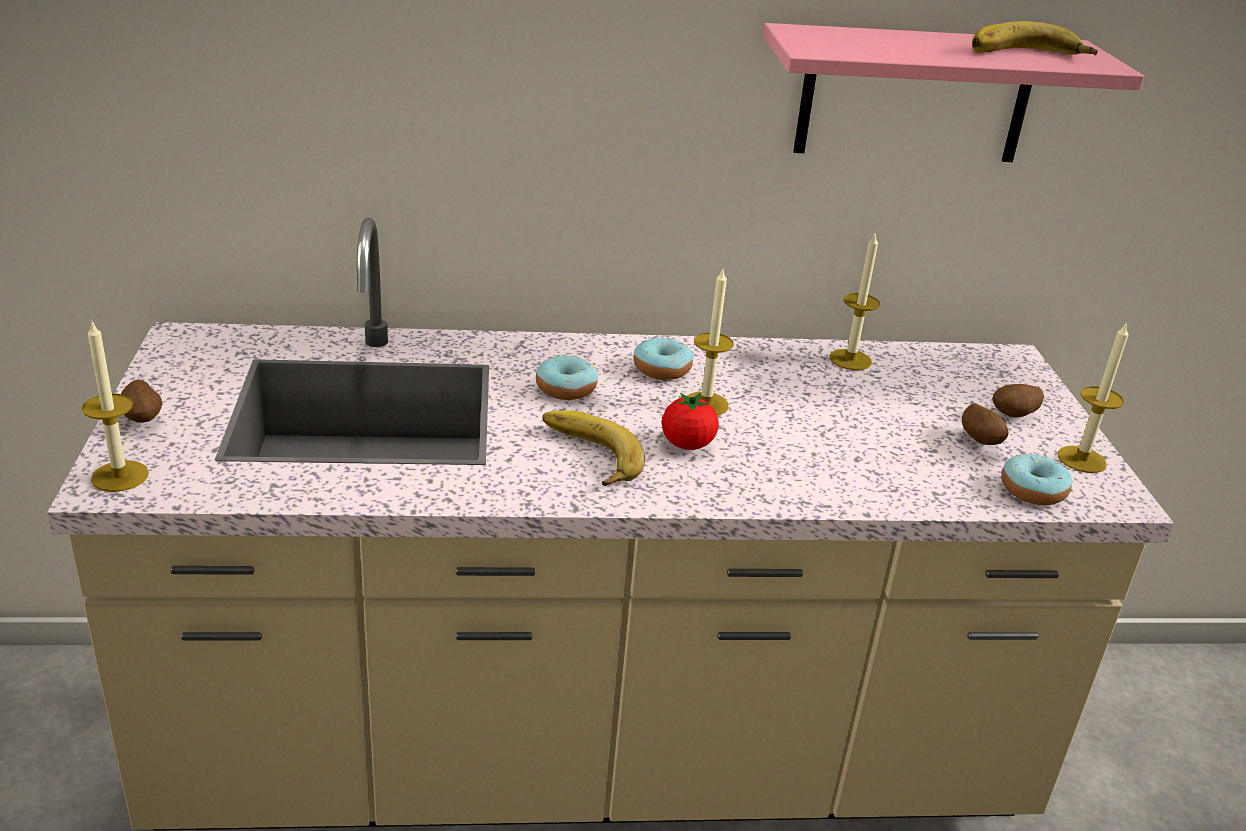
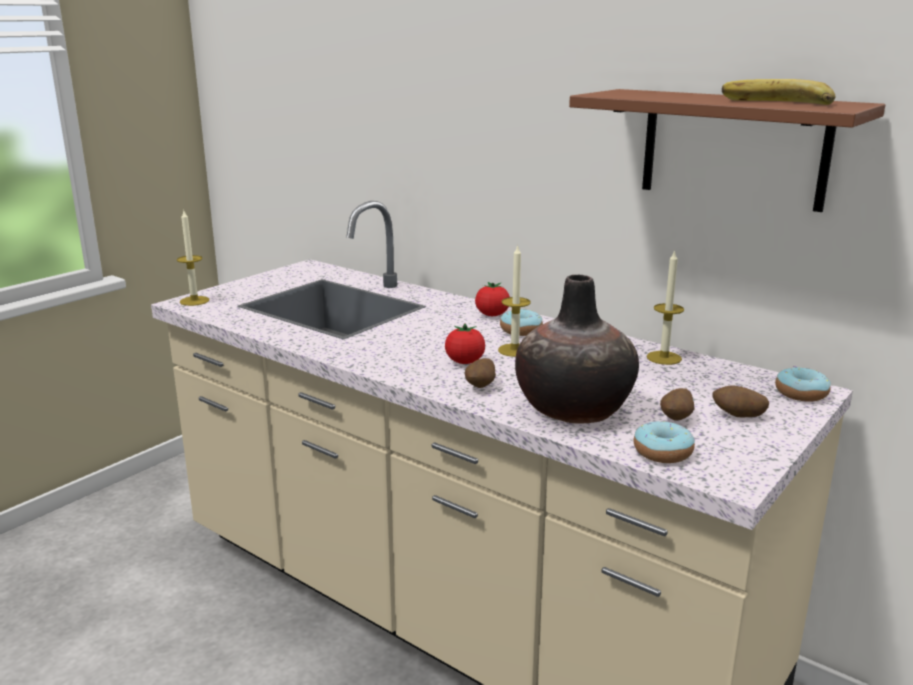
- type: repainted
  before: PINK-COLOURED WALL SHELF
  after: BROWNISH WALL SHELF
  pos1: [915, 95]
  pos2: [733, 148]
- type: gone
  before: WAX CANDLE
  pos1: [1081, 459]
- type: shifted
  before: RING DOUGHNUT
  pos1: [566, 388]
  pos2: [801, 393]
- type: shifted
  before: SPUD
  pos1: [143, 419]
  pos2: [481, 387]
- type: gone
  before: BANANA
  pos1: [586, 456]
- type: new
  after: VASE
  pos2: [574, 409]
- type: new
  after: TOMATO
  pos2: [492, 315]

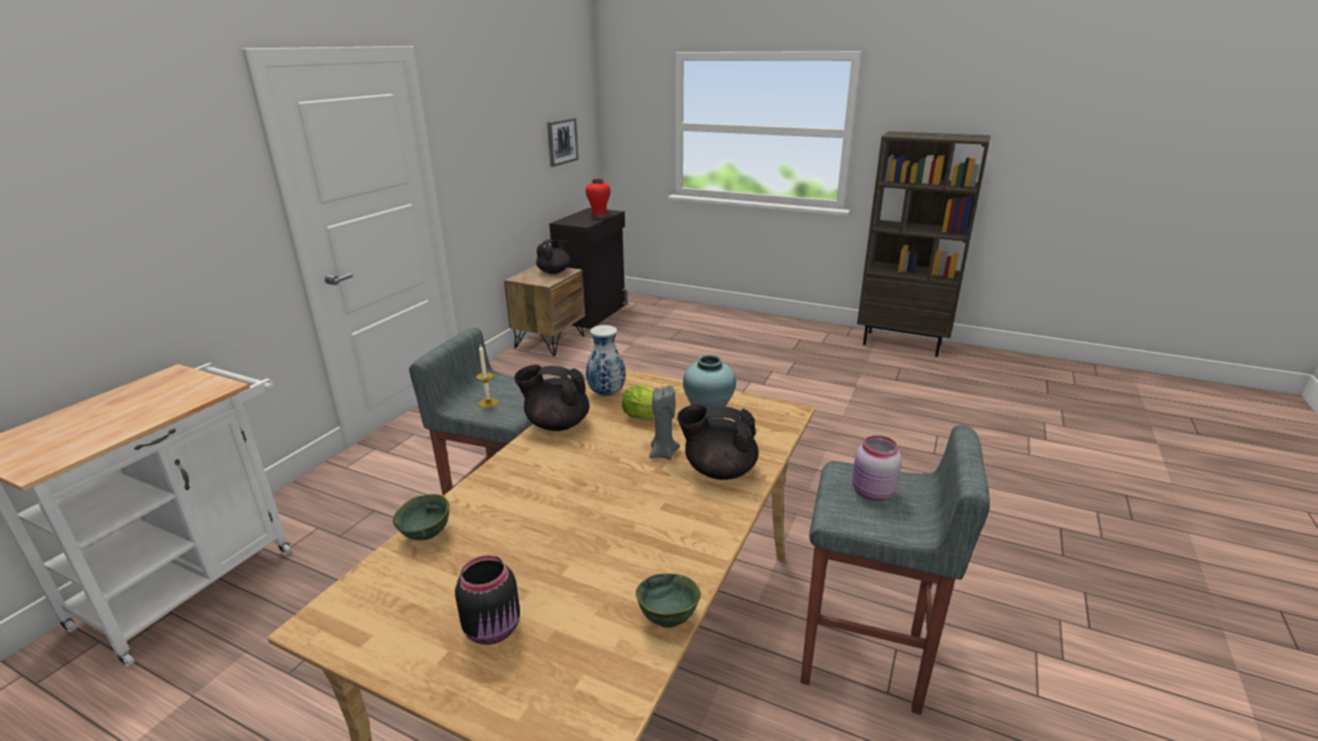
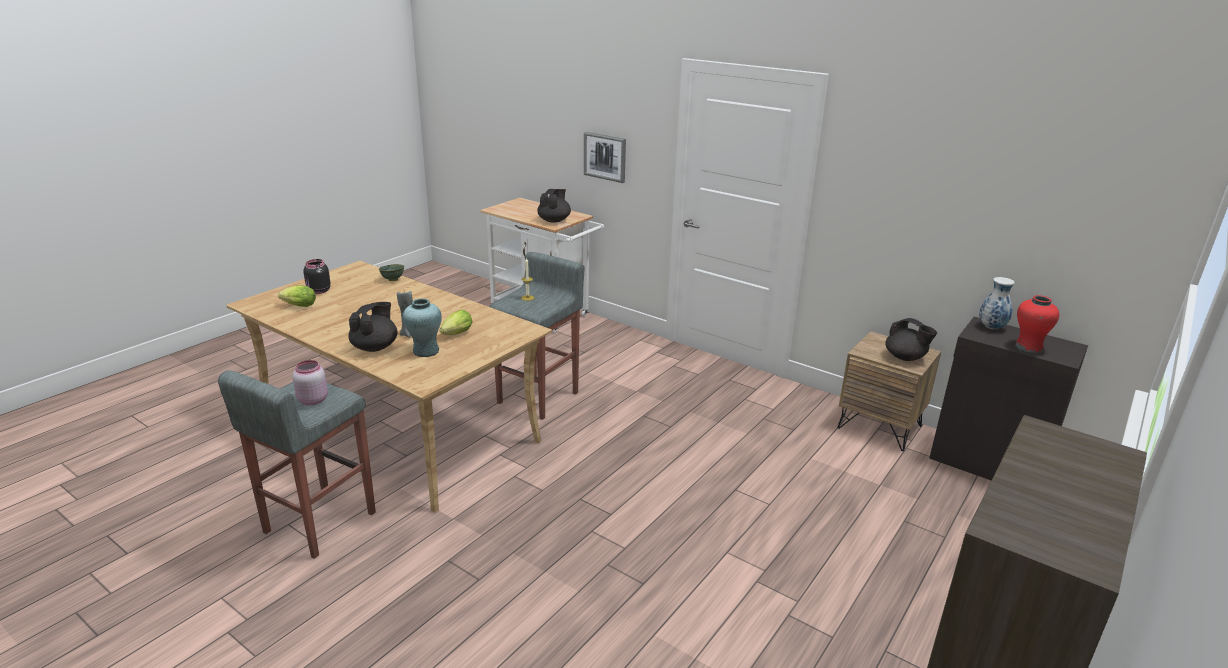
- type: shifted
  before: WALL PICTURE
  pos1: [562, 141]
  pos2: [605, 157]
- type: shifted
  before: VASE
  pos1: [606, 394]
  pos2: [991, 327]
- type: shifted
  before: BLACK-COLOURED POT FOR TEA
  pos1: [556, 424]
  pos2: [554, 220]
- type: gone
  before: GREENISH DEEP DISH
  pos1: [667, 619]
- type: new
  after: HEAD OF LETTUCE
  pos2: [298, 306]

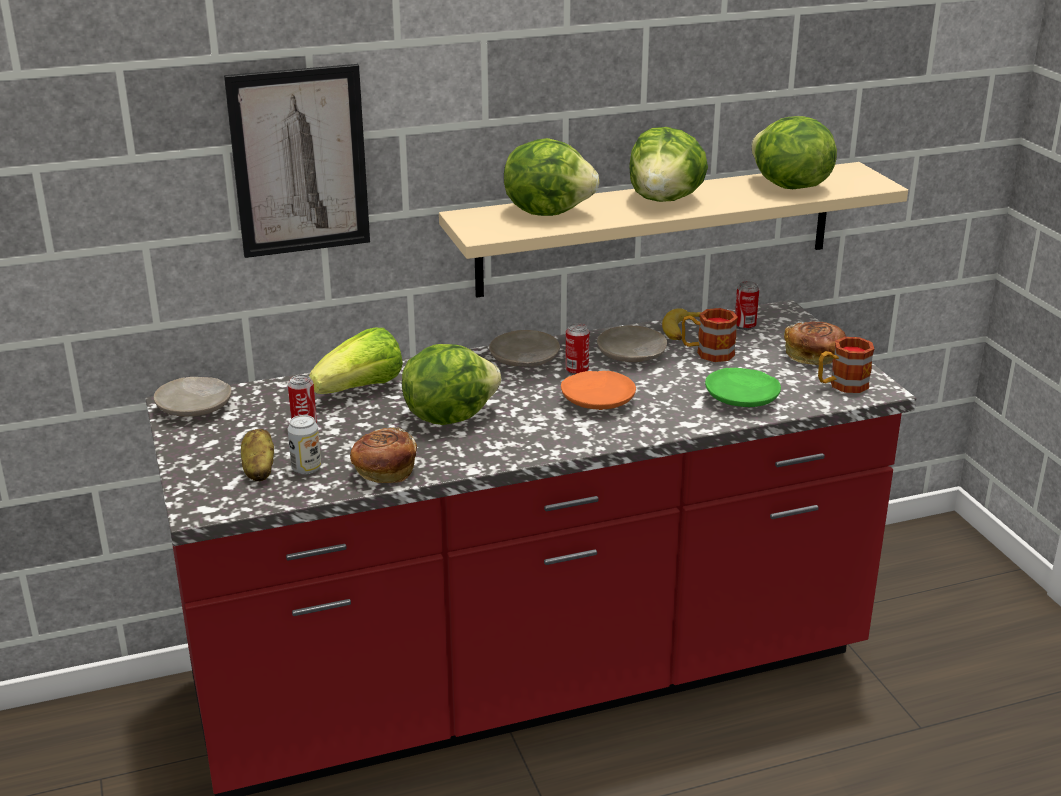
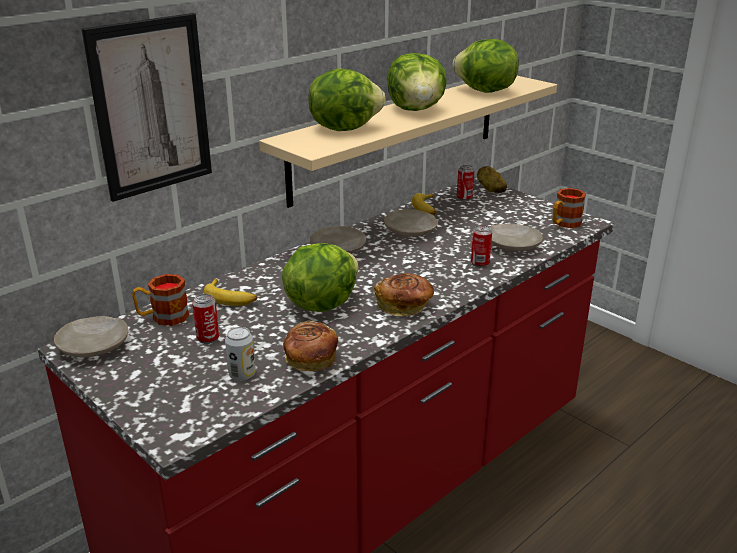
- type: shifted
  before: COFFEE MUG
  pos1: [707, 353]
  pos2: [163, 317]
- type: shifted
  before: BAKED BREAD
  pos1: [814, 357]
  pos2: [404, 306]
- type: shifted
  before: METAL CAN
  pos1: [576, 370]
  pos2: [480, 263]
- type: swapped
  before: HEAD OF LETTUCE
  after: BANANA
  pos1: [361, 389]
  pos2: [231, 298]
- type: repainted
  before: GREENISH DINNER PLATE
  after: BEIGE DINNER PLATE
  pos1: [742, 398]
  pos2: [513, 245]
- type: gone
  before: ORANGE-COLOURED DINNER PLATE
  pos1: [598, 401]
- type: shifted
  before: SPUD
  pos1: [258, 470]
  pos2: [490, 189]

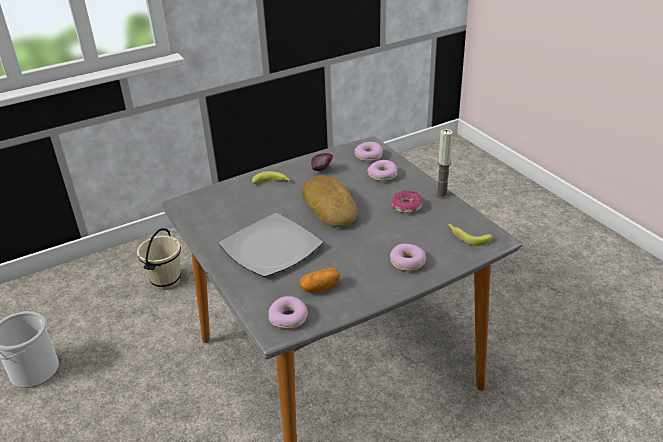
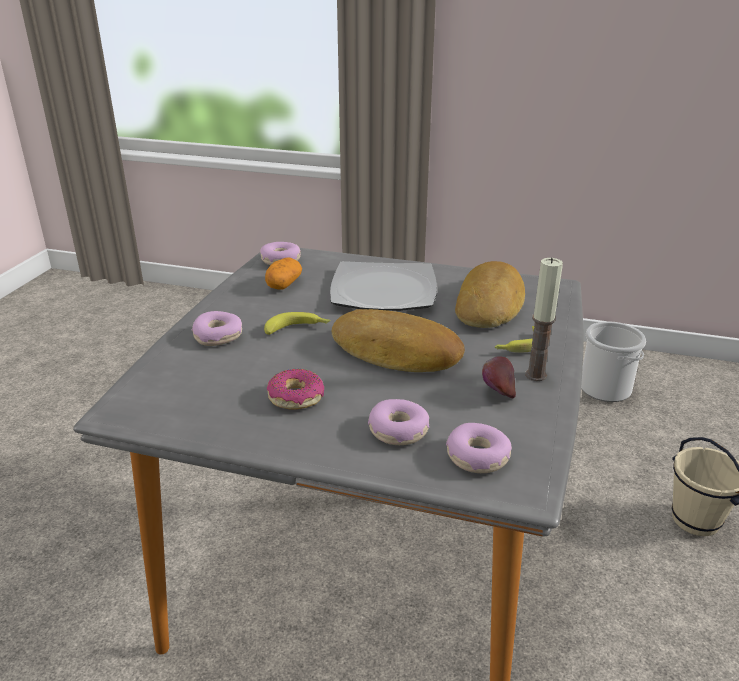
- type: shifted
  before: WAX CANDLE
  pos1: [442, 195]
  pos2: [535, 375]
- type: shifted
  before: BANANA
  pos1: [467, 236]
  pos2: [298, 329]
- type: new
  after: BAKED BREAD
  pos2: [491, 304]

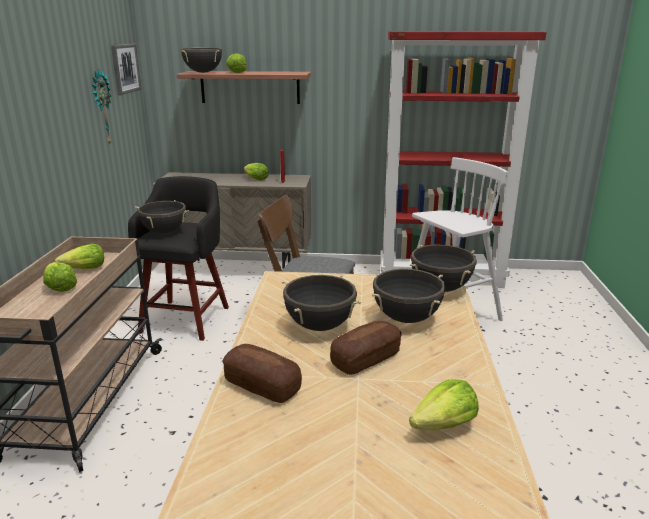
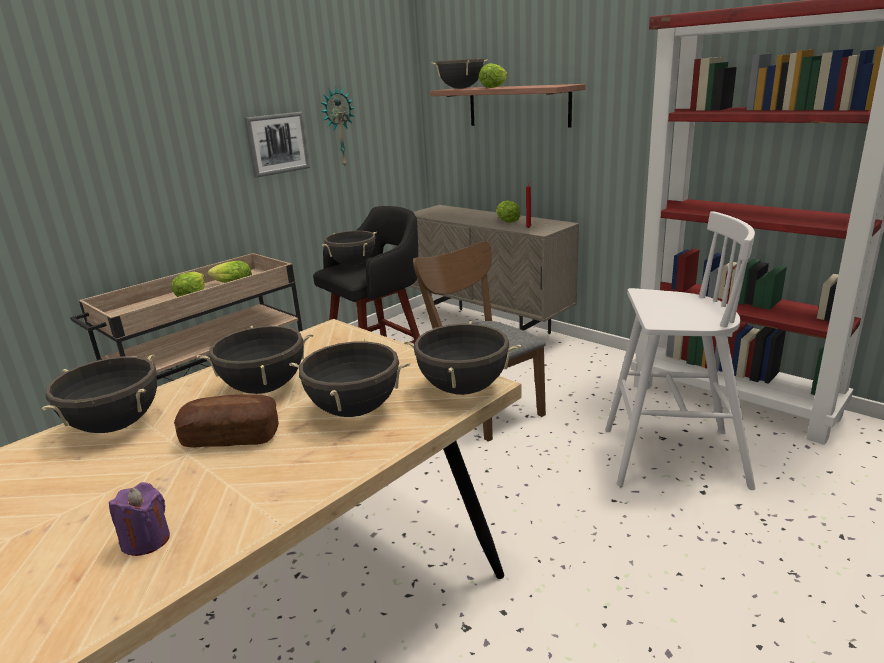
- type: shifted
  before: WALL PICTURE
  pos1: [125, 68]
  pos2: [277, 143]
- type: swapped
  before: BAKED BREAD
  after: BLACK-COLOURED COOKING POT
  pos1: [262, 385]
  pos2: [116, 426]
- type: swapped
  before: HEAD OF LETTUCE
  after: PURPLISH WAX CANDLE
  pos1: [444, 425]
  pos2: [146, 540]

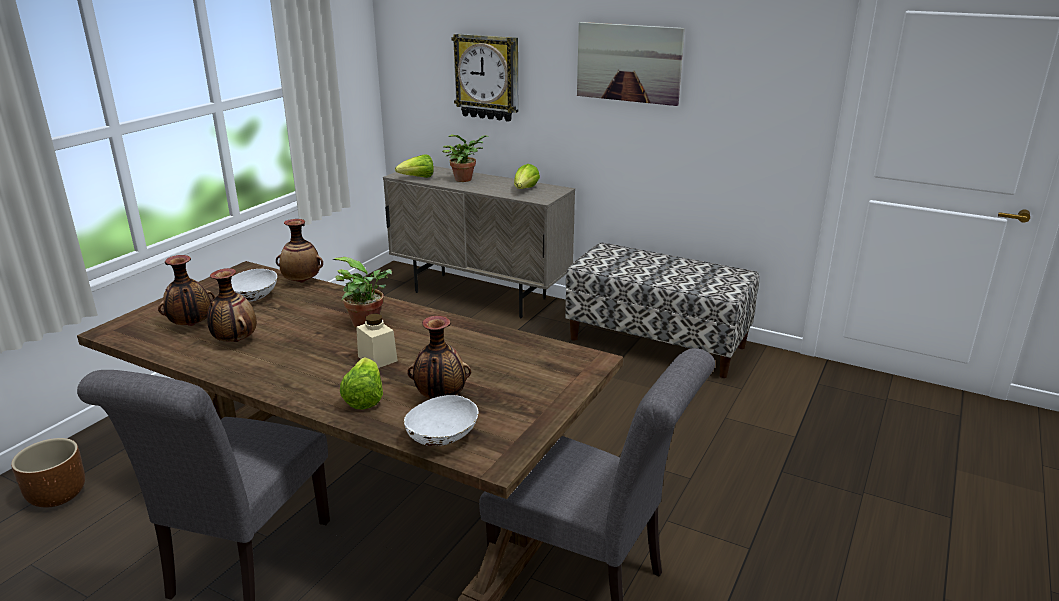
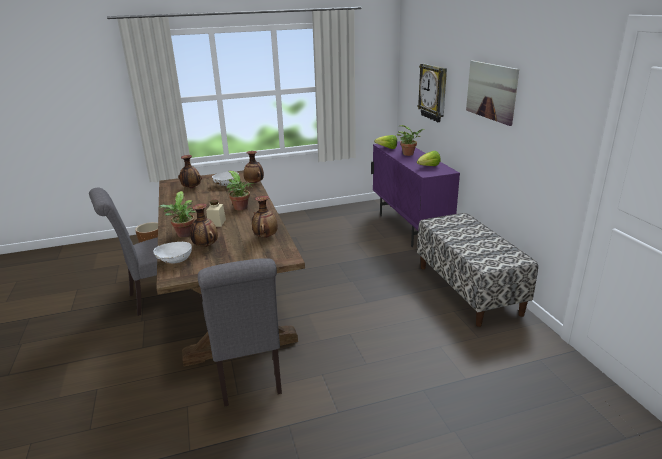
- type: repainted
  before: BEIGE STORAGE CABINET
  after: PURPLISH STORAGE CABINET
  pos1: [480, 295]
  pos2: [409, 228]
- type: shifted
  before: VASE
  pos1: [235, 341]
  pos2: [265, 237]
- type: swapped
  before: HEAD OF LETTUCE
  after: POTTED PLANT
  pos1: [364, 398]
  pos2: [184, 235]

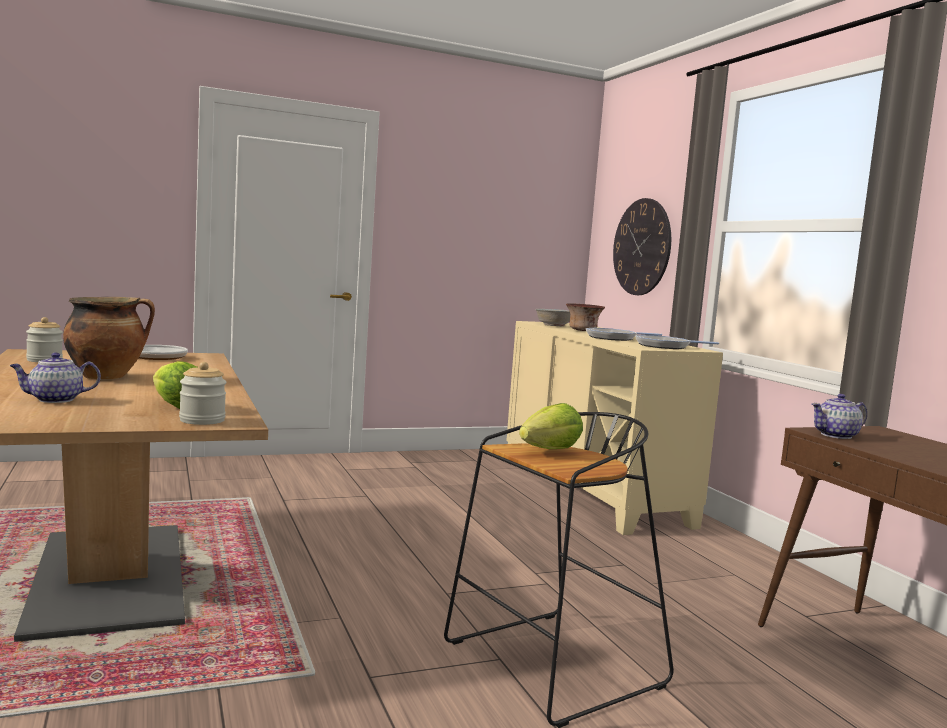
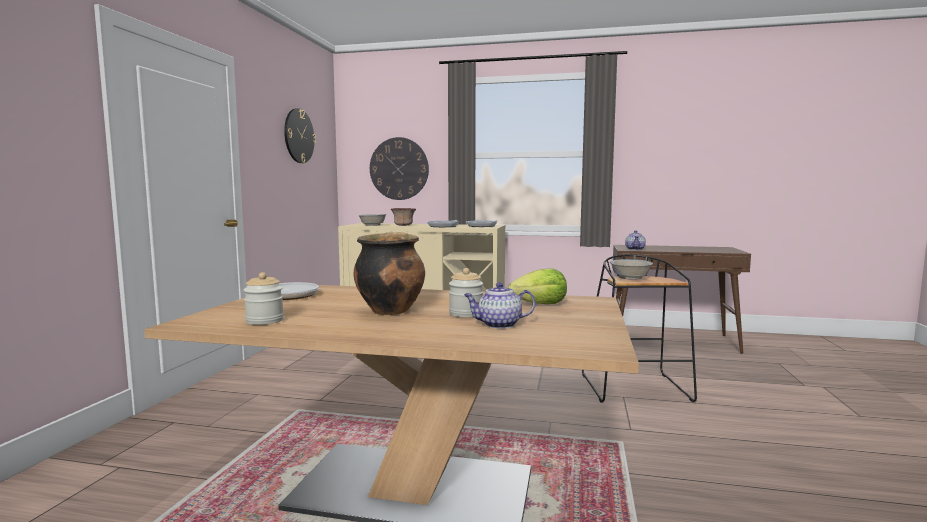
- type: rotated
  before: POT FOR TEA
  pos1: [54, 400]
  pos2: [498, 325]
  turn: 75
- type: shifted
  before: JAR
  pos1: [202, 420]
  pos2: [466, 313]
- type: swapped
  before: HEAD OF LETTUCE
  after: WHITE DEEP DISH
  pos1: [550, 450]
  pos2: [630, 278]
- type: new
  after: CLOCK ON THE WALL
  pos2: [299, 136]

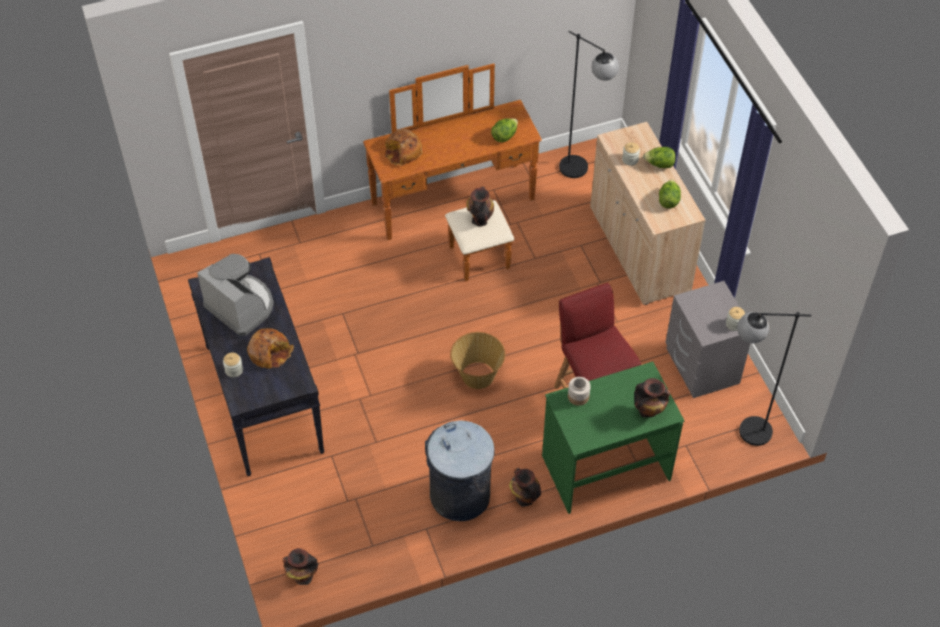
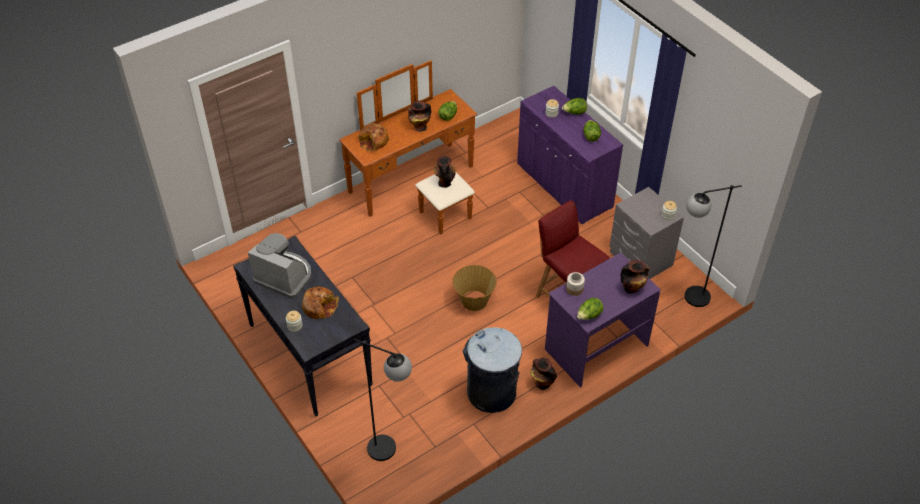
- type: shifted
  before: BLACK-COLOURED STANDARD LAMP
  pos1: [582, 172]
  pos2: [391, 452]
- type: repainted
  before: BEIGE STORAGE CABINET
  after: PURPLISH STORAGE CABINET
  pos1: [639, 249]
  pos2: [564, 186]
- type: repainted
  before: GREENISH DESK
  after: PURPLISH DESK
  pos1: [605, 466]
  pos2: [596, 346]
- type: shifted
  before: VASE
  pos1: [302, 577]
  pos2: [419, 127]
- type: new
  after: HEAD OF LETTUCE
  pos2: [589, 316]

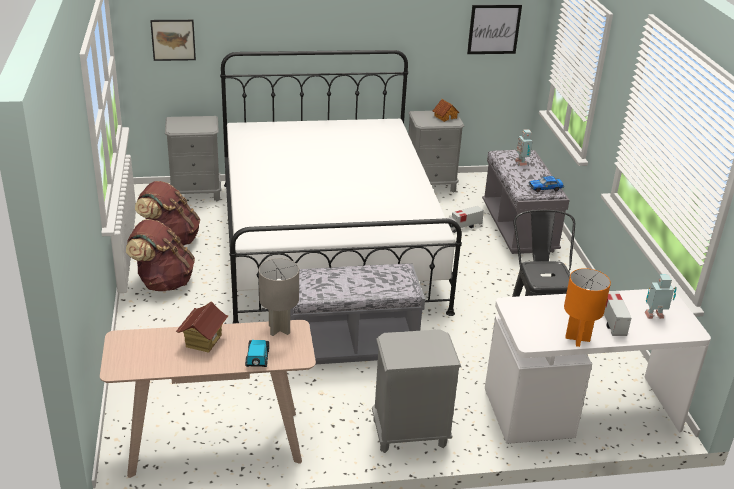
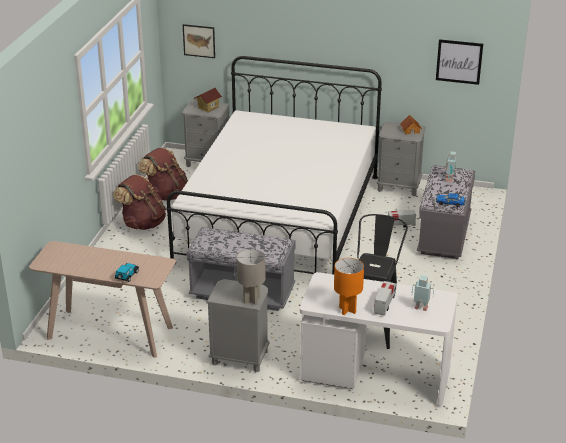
- type: shifted
  before: GREY LAMP FOR A TABLE
  pos1: [279, 329]
  pos2: [252, 300]
- type: shifted
  before: MINIATURE HOUSE
  pos1: [203, 341]
  pos2: [208, 107]

